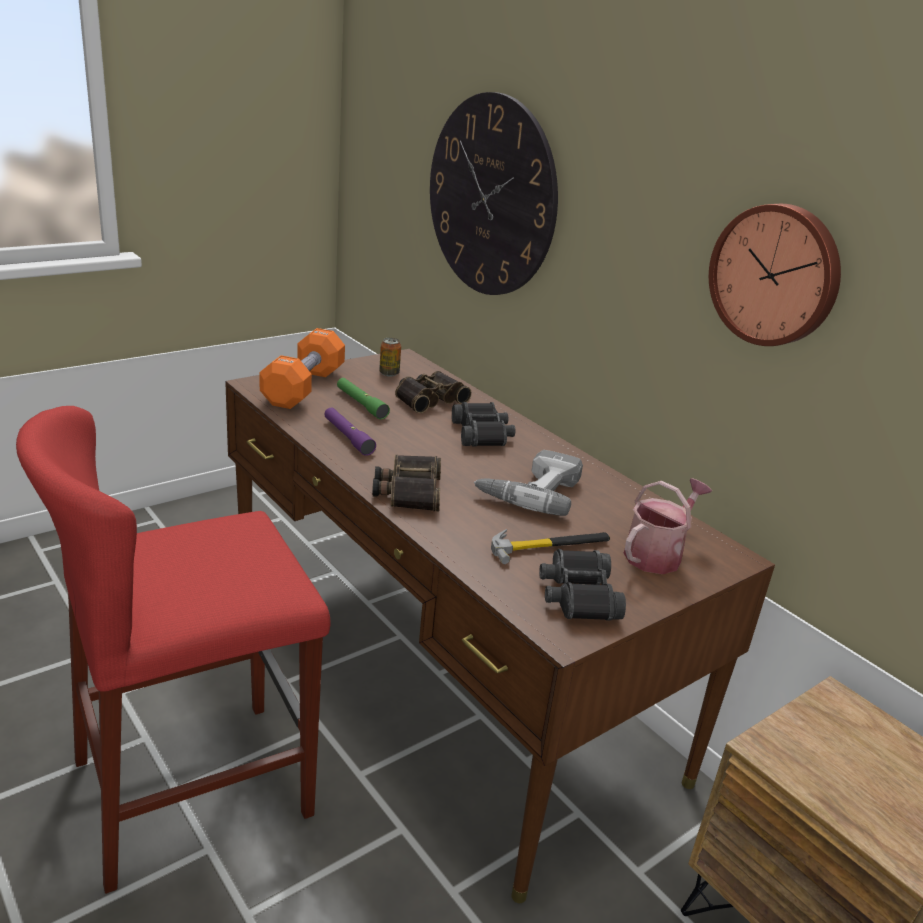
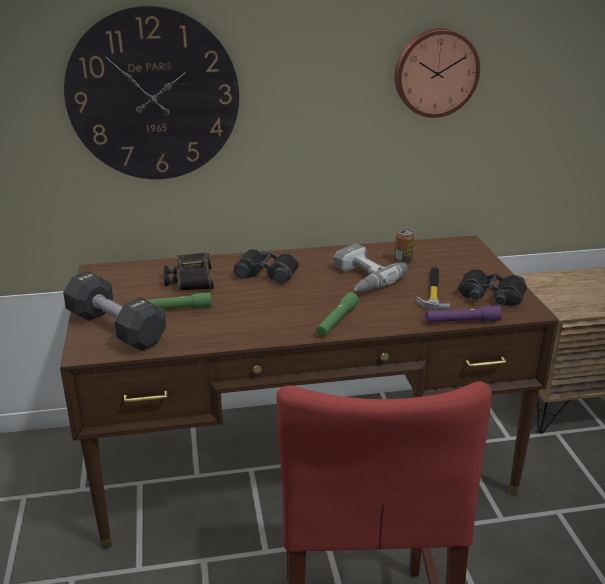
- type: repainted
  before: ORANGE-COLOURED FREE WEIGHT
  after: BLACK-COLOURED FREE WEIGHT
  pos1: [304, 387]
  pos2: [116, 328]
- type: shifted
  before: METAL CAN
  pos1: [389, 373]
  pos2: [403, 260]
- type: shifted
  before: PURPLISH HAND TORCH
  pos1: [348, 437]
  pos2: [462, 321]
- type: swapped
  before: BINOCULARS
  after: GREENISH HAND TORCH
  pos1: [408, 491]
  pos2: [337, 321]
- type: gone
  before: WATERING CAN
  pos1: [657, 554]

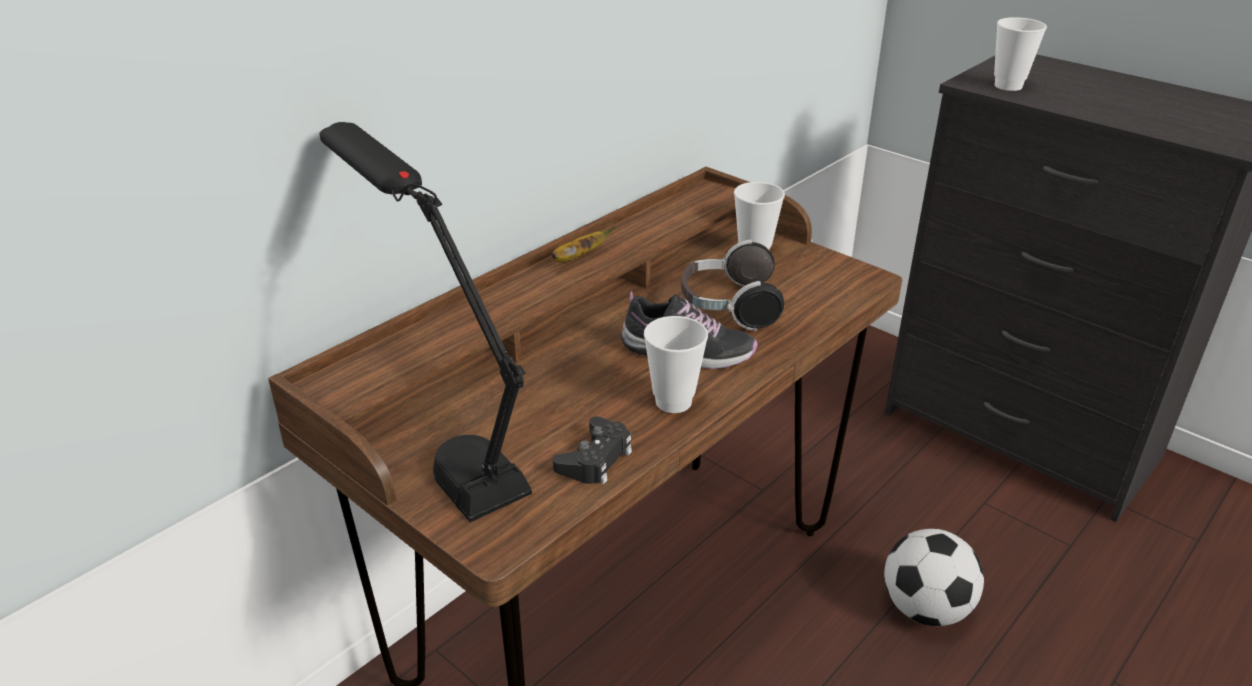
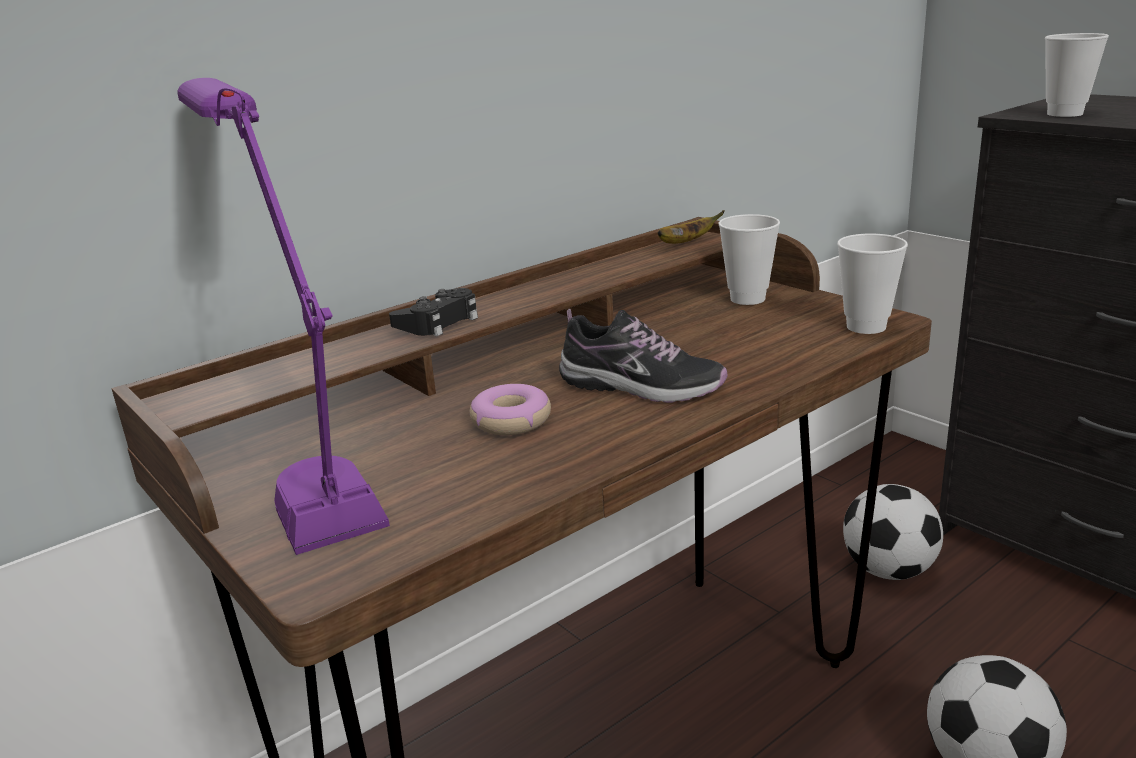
- type: repainted
  before: BLACK-COLOURED LAMP FOR A TABLE
  after: PURPLISH LAMP FOR A TABLE
  pos1: [444, 443]
  pos2: [306, 470]
- type: shifted
  before: BANANA
  pos1: [579, 257]
  pos2: [686, 242]
- type: gone
  before: PAIR OF HEADPHONES
  pos1: [728, 306]
- type: shifted
  before: DRINKING CUP
  pos1: [673, 402]
  pos2: [866, 327]
- type: shifted
  before: BLACK-COLOURED JOYPAD
  pos1: [595, 459]
  pos2: [438, 322]
- type: new
  after: RING DOUGHNUT
  pos2: [511, 421]
- type: new
  after: BALL FOR FOOTBALL
  pos2: [889, 570]

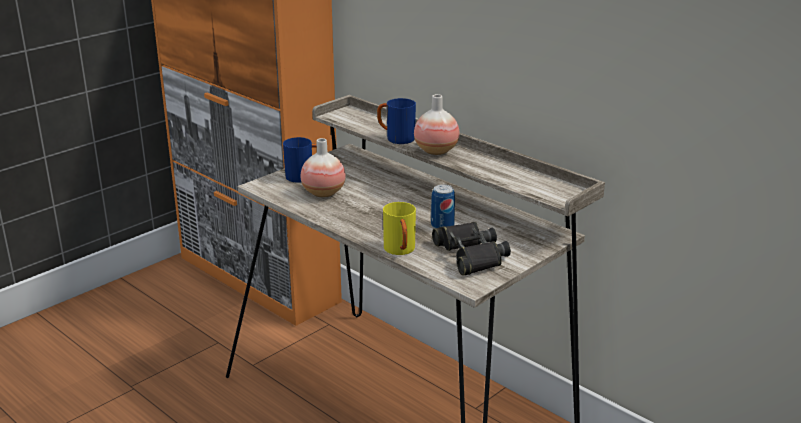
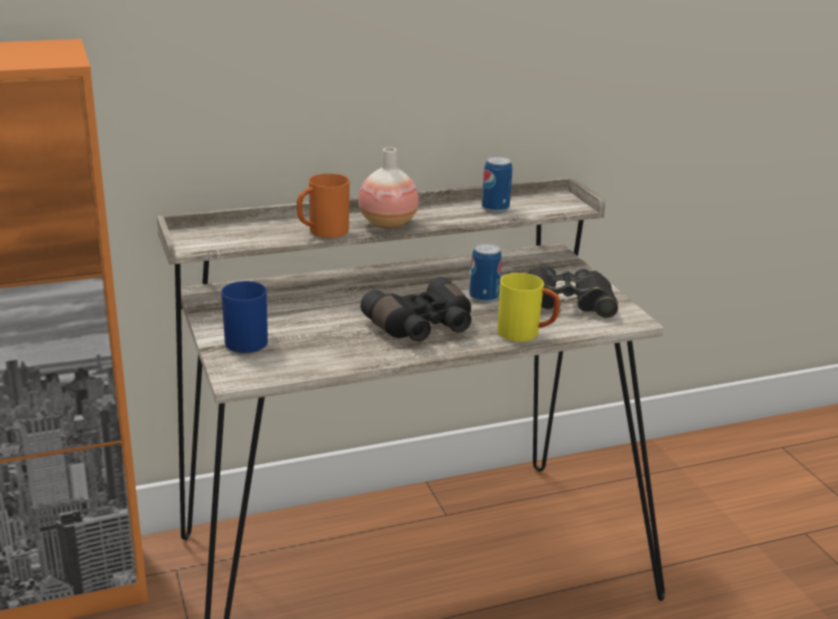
- type: repainted
  before: BLUISH COFFEE MUG
  after: ORANGE-COLOURED COFFEE MUG
  pos1: [395, 138]
  pos2: [322, 233]
- type: gone
  before: VASE
  pos1: [323, 193]
- type: new
  after: METAL CAN
  pos2: [495, 208]
- type: new
  after: BLACK-COLOURED BINOCULARS
  pos2: [422, 327]

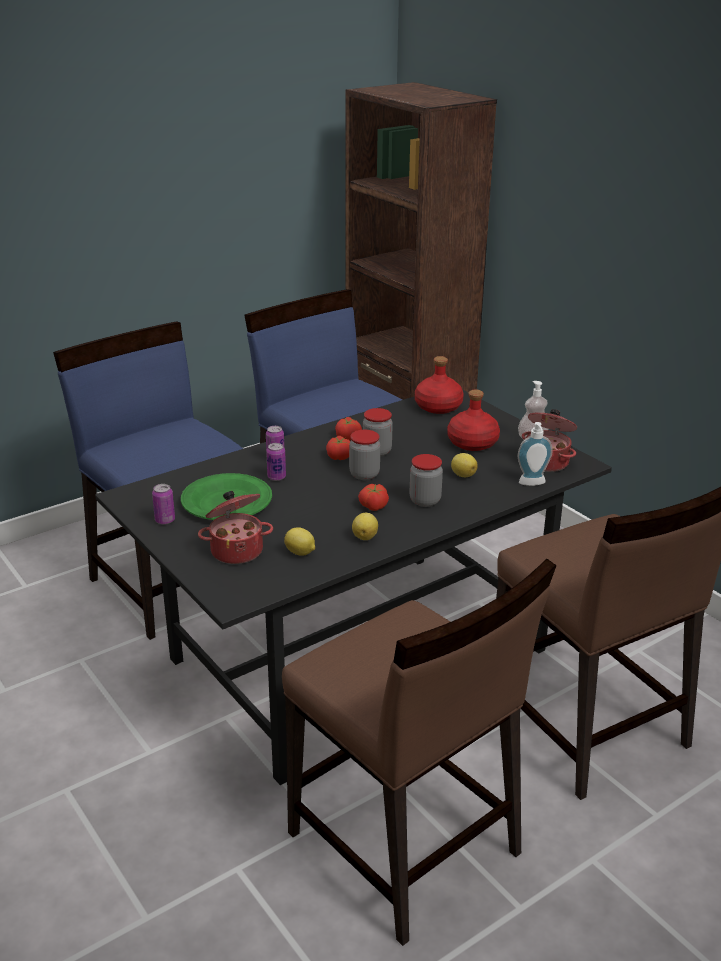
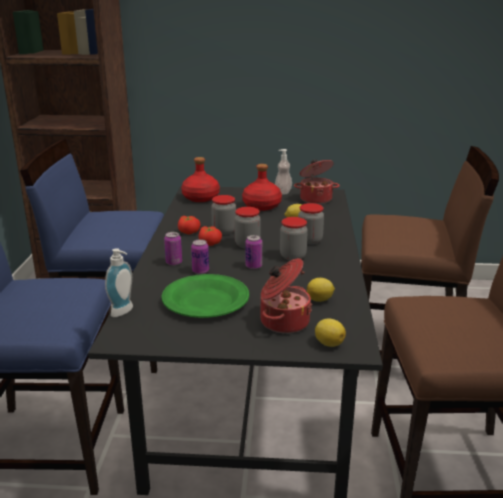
- type: shifted
  before: SOAP BOTTLE
  pos1: [532, 484]
  pos2: [124, 312]
- type: shifted
  before: METAL CAN
  pos1: [165, 520]
  pos2: [253, 266]
- type: swapped
  before: TOMATO
  after: JAR
  pos1: [373, 506]
  pos2: [293, 256]
- type: shifted
  before: WHOLE LEMON
  pos1: [365, 536]
  pos2: [328, 343]

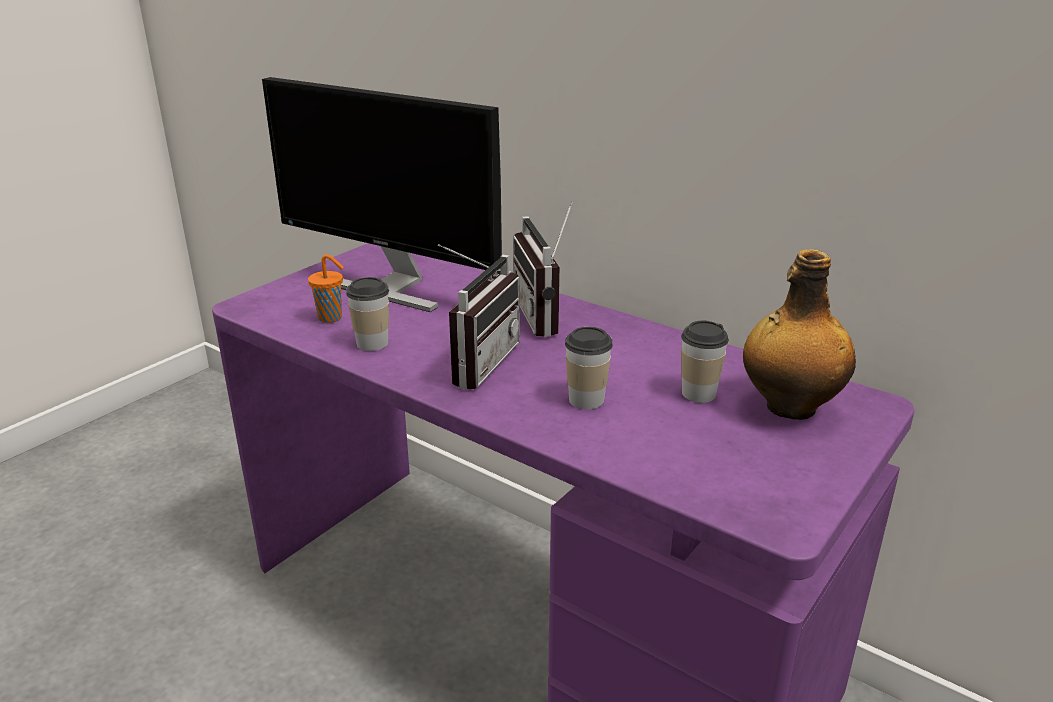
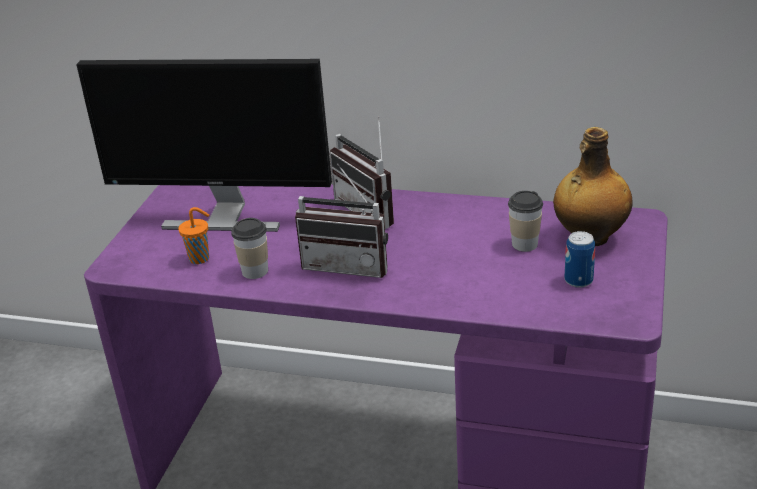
- type: rotated
  before: RADIO
  pos1: [475, 362]
  pos2: [349, 264]
  turn: 105
- type: gone
  before: DRINKING CUP
  pos1: [586, 400]
- type: new
  after: METAL CAN
  pos2: [578, 280]

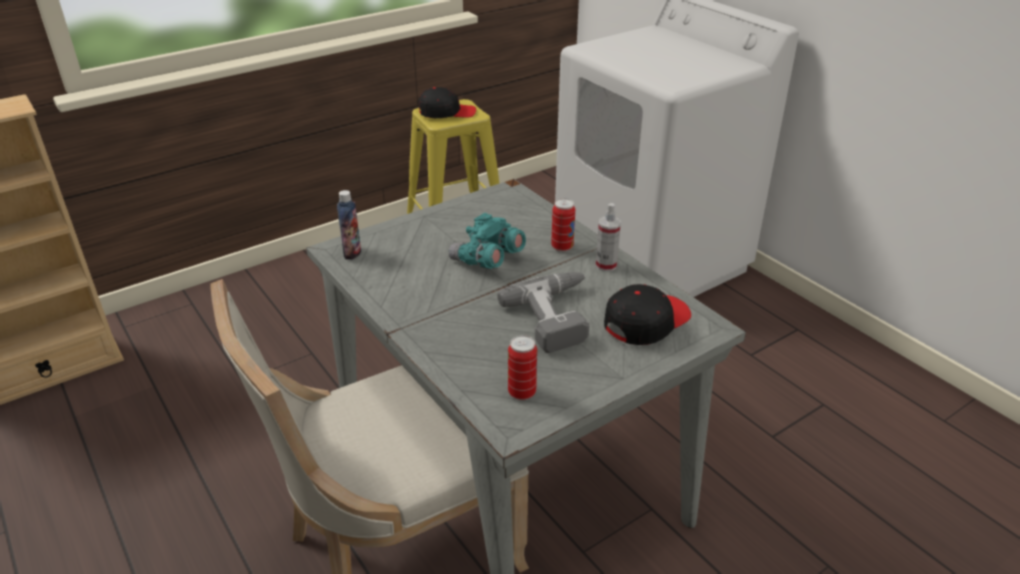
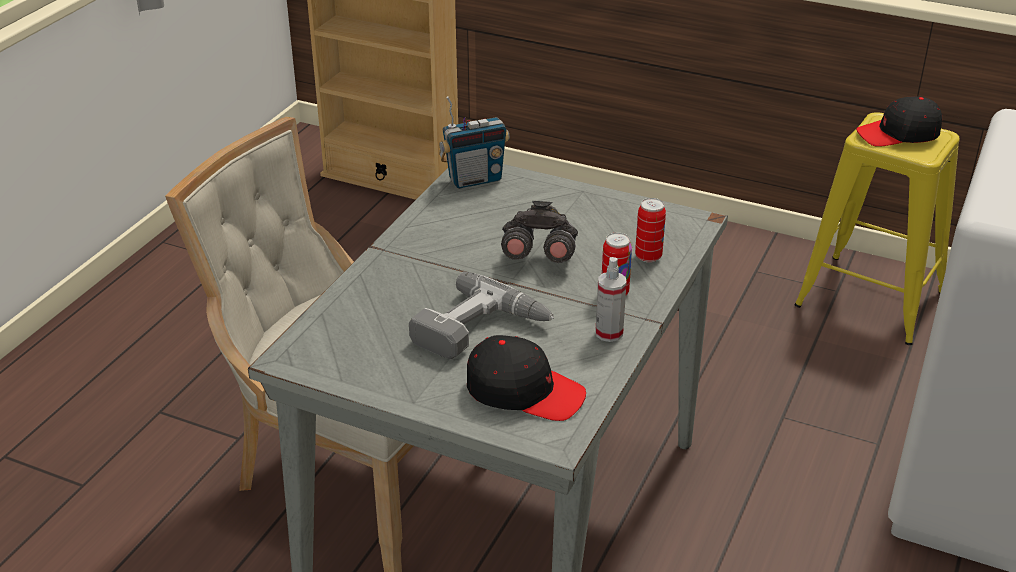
- type: rotated
  before: BLACK-COLOURED PEAKED CAP
  pos1: [446, 112]
  pos2: [898, 134]
  turn: 120
- type: swapped
  before: DRINK BOTTLE
  after: RADIO
  pos1: [352, 253]
  pos2: [474, 179]
- type: repainted
  before: TURQUOISE-COLOURED BINOCULARS
  after: GREY BINOCULARS
  pos1: [487, 260]
  pos2: [539, 256]
- type: shifted
  before: METAL CAN
  pos1: [522, 392]
  pos2: [648, 256]

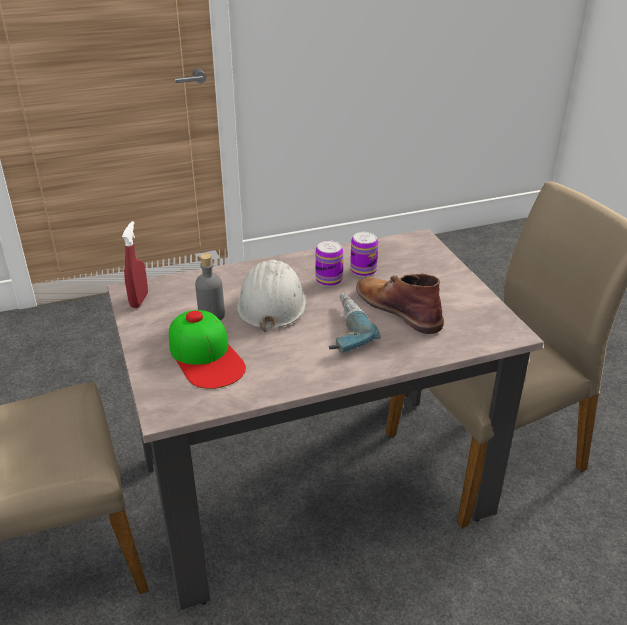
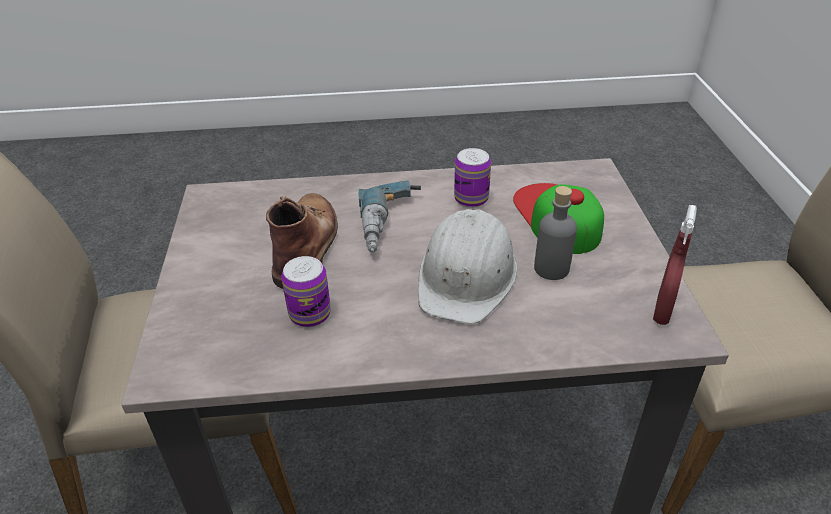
- type: shifted
  before: METAL CAN
  pos1: [329, 280]
  pos2: [471, 198]
- type: rotated
  before: BROWNISH TALL BOOT
  pos1: [398, 308]
  pos2: [306, 243]
  turn: -150

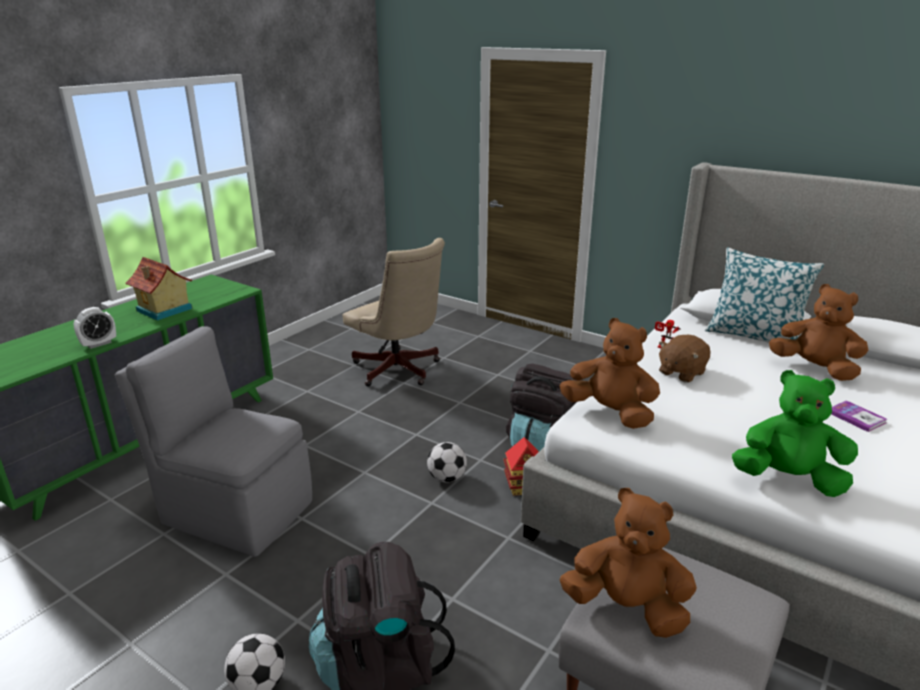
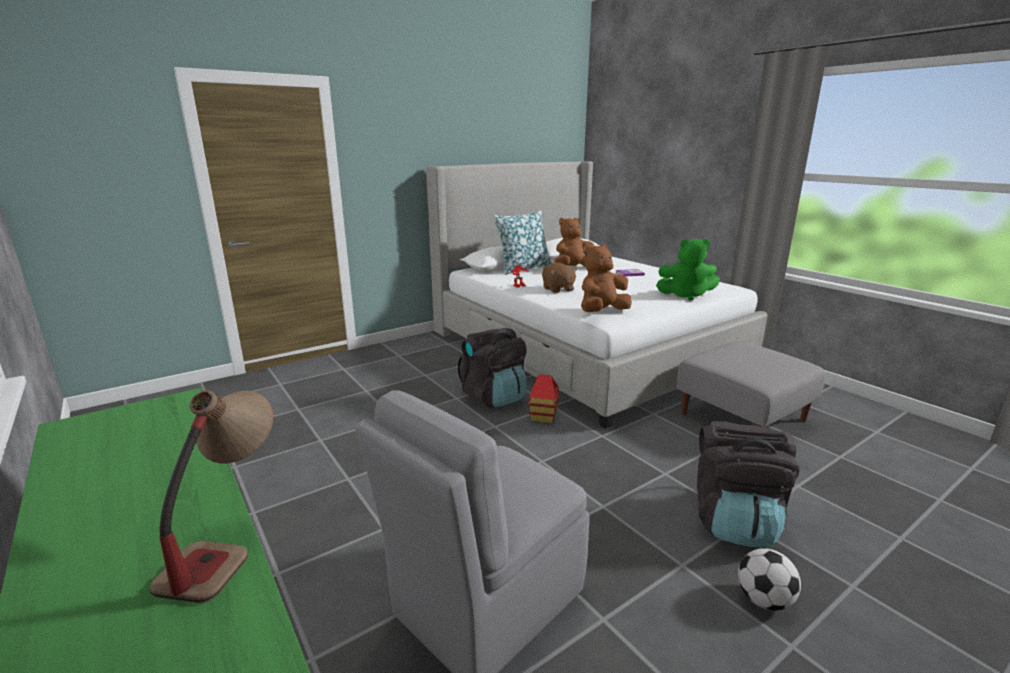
- type: gone
  before: BEIGE DESK CHAIR
  pos1: [399, 371]
- type: gone
  before: MINIATURE HOUSE
  pos1: [163, 310]
- type: swapped
  before: ALARM CLOCK
  after: LAMP FOR A TABLE
  pos1: [99, 344]
  pos2: [227, 543]
- type: rotated
  before: GREENISH CUDDLY TOY
  pos1: [788, 479]
  pos2: [686, 295]
  turn: -120
- type: gone
  before: BALL FOR FOOTBALL
  pos1: [447, 478]
- type: gone
  before: BROWNISH CUDDLY TOY
  pos1: [626, 607]

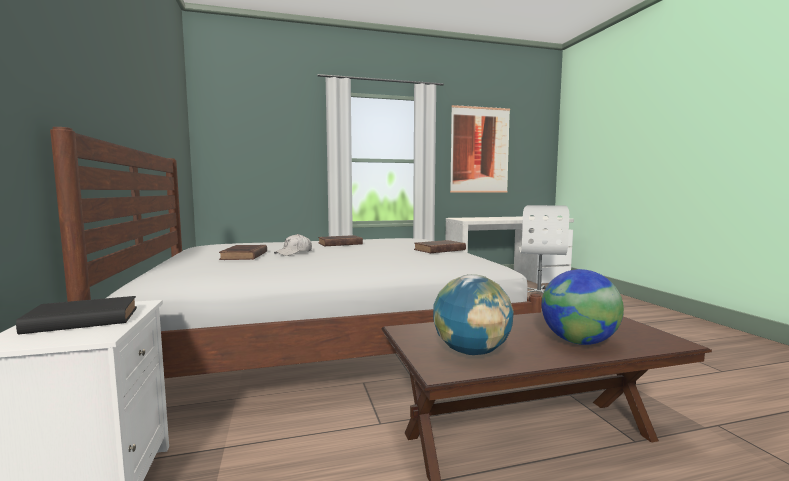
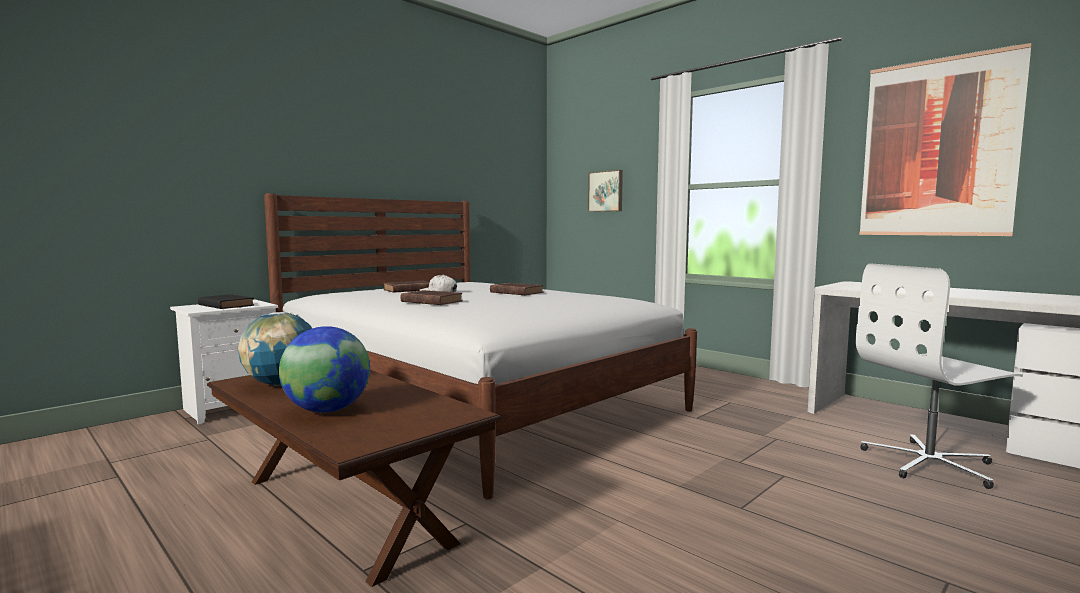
- type: shifted
  before: BROWNISH VOLUME
  pos1: [438, 250]
  pos2: [430, 301]
- type: new
  after: WALL PICTURE
  pos2: [606, 191]

